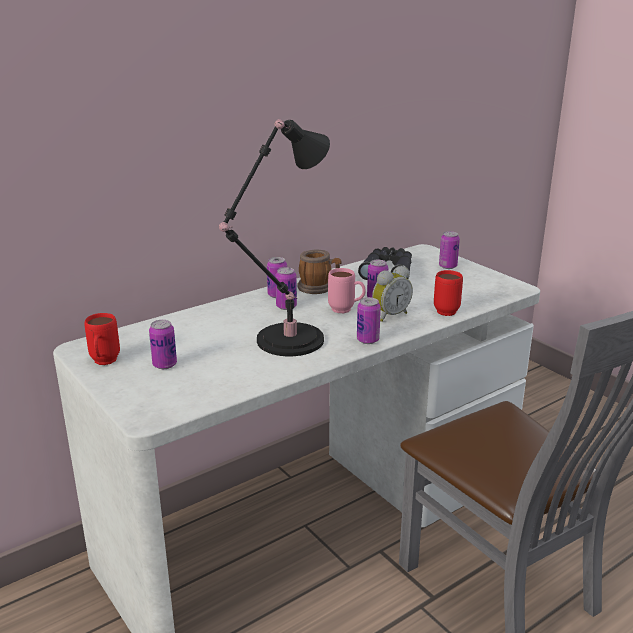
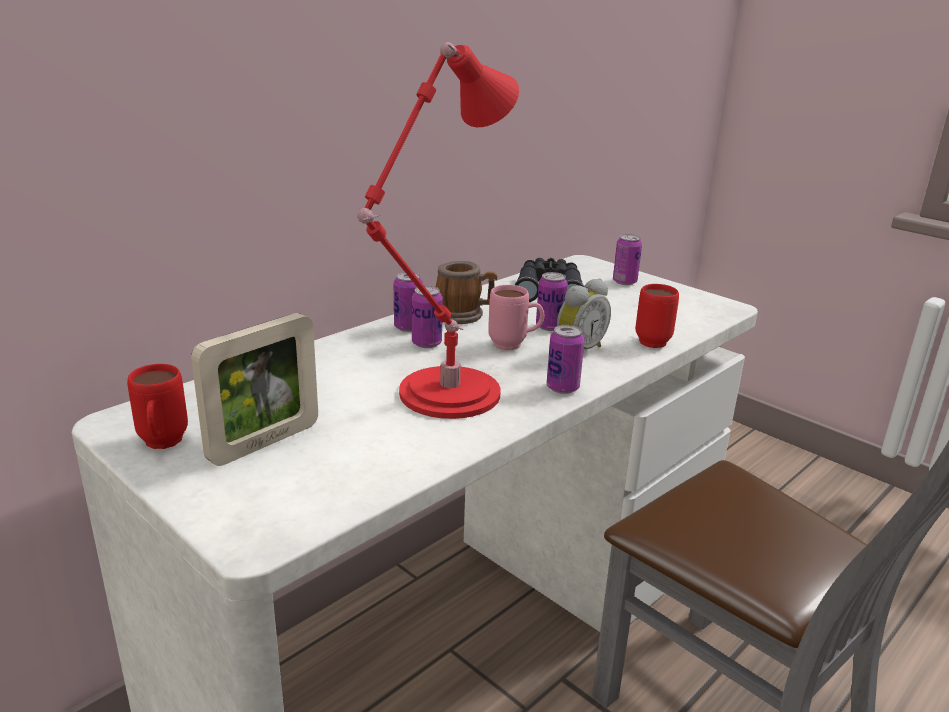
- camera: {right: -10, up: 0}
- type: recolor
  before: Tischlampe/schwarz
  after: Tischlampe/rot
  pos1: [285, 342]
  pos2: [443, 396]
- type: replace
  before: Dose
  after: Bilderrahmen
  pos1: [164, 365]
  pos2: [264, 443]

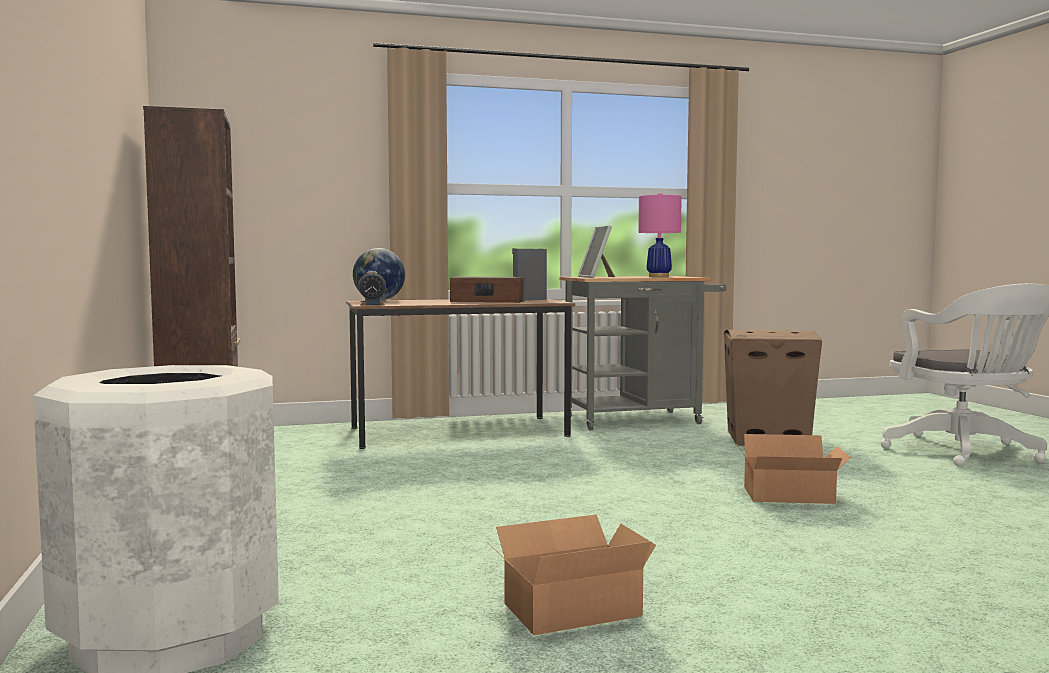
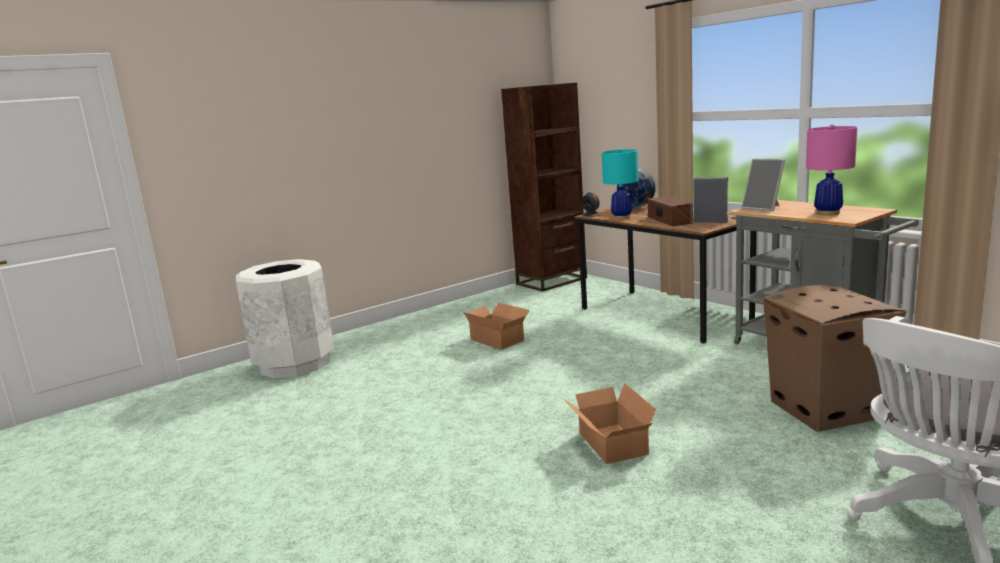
- camera: {right: 70, up: 10}
- type: rotate
  before: Bilderrahmen
  pos1: [597, 277]
  pos2: [764, 208]
  turn: -90
- type: move
  before: Karton
  pos1: [567, 608]
  pos2: [498, 339]
- type: insert
  after: Tischlampe/türkis
  pos2: [621, 217]

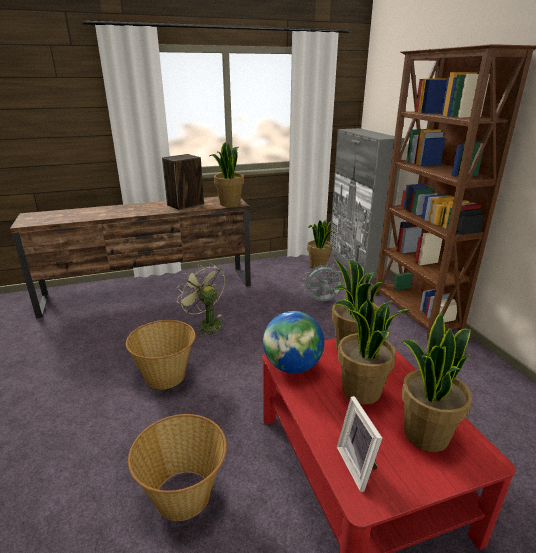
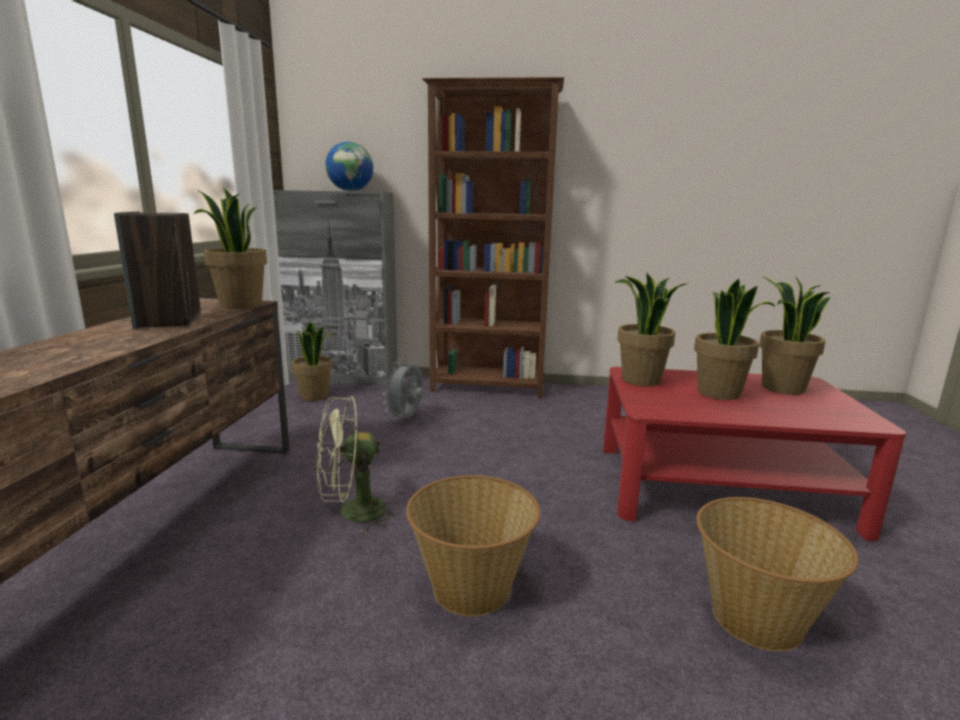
- camera: {right: -65, up: -10}
- type: move
  before: Globus
  pos1: [292, 366]
  pos2: [350, 191]
- type: delete
  before: Bilderrahmen
  pos1: [359, 466]

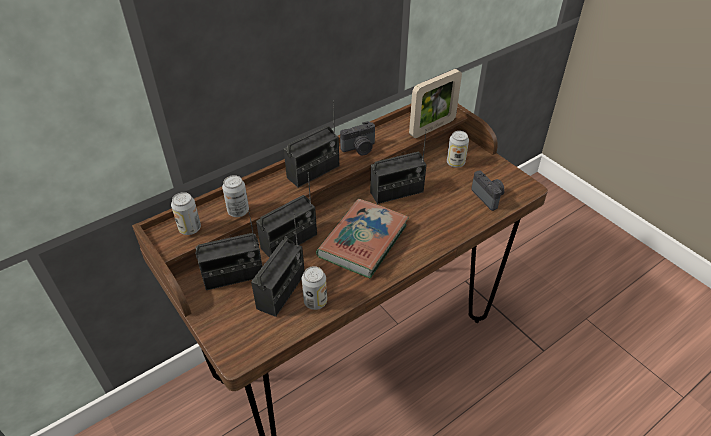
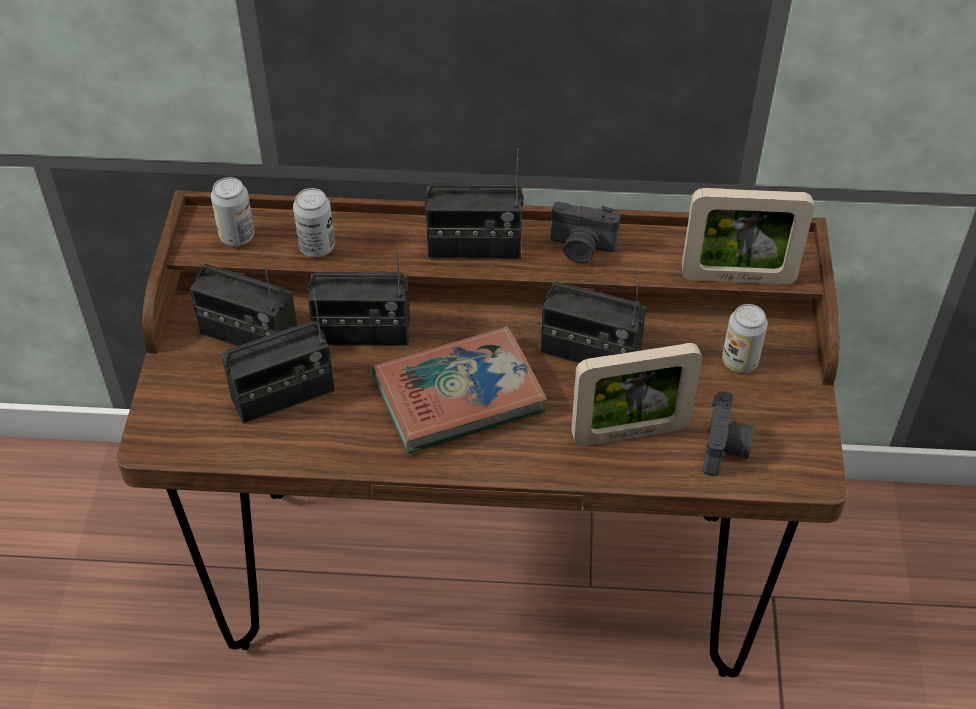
- camera: {right: 40, up: 5}
- type: delete
  before: Dose
  pos1: [315, 302]
- type: insert
  after: Bilderrahmen
  pos2: [630, 433]

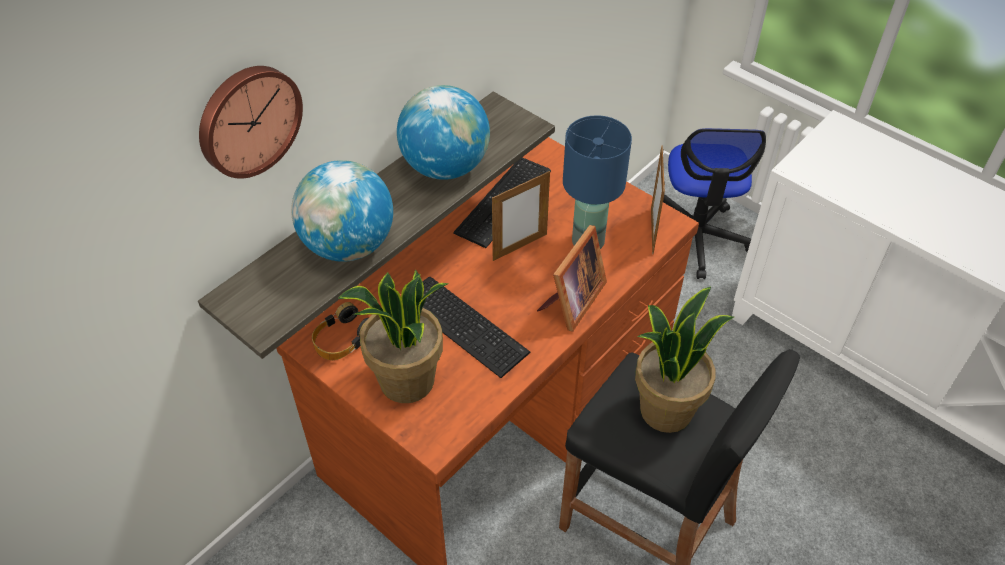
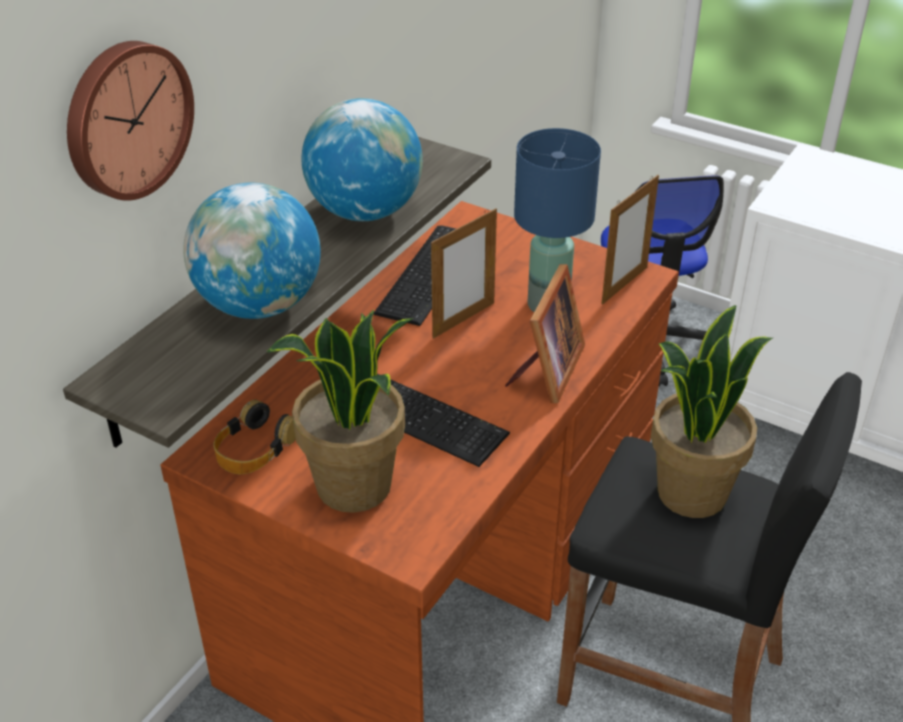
- camera: {right: -10, up: -10}
- type: rotate
  before: Bilderrahmen
  pos1: [652, 230]
  pos2: [624, 285]
  turn: -135

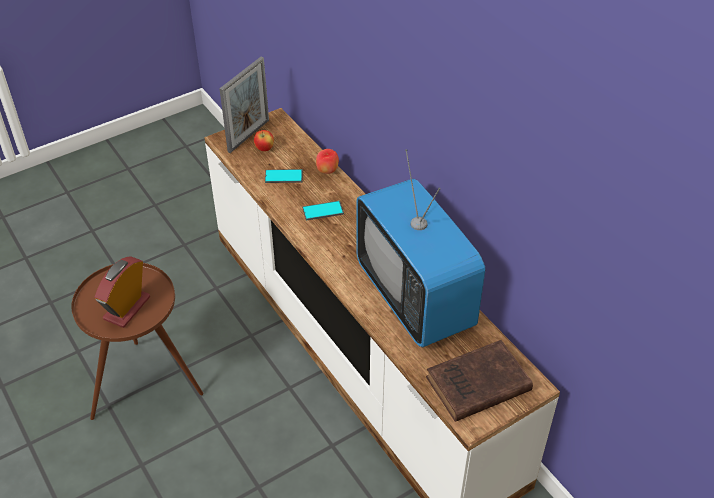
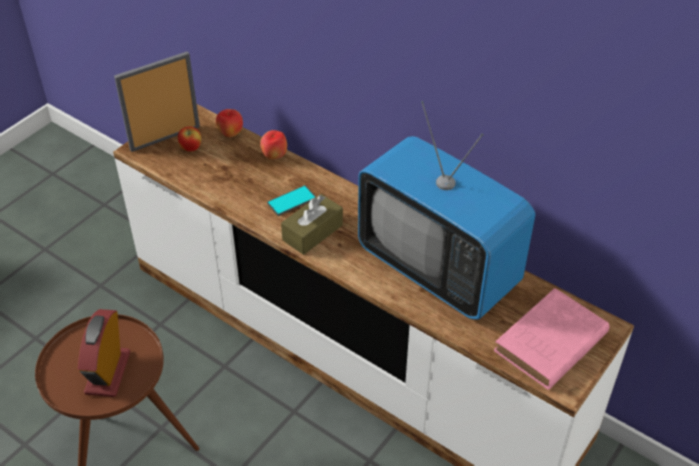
- camera: {right: -20, up: 0}
- type: rotate
  before: Bilderrahmen
  pos1: [248, 135]
  pos2: [165, 138]
  turn: -135
- type: delete
  before: Handy
  pos1: [284, 176]
- type: recolor
  before: Buch/braun
  after: Buch/rosa
  pos1: [475, 385]
  pos2: [548, 344]
- type: insert
  after: Apfel
  pos2: [230, 134]
- type: insert
  after: Taschentuchbox/braun
  pos2: [312, 232]

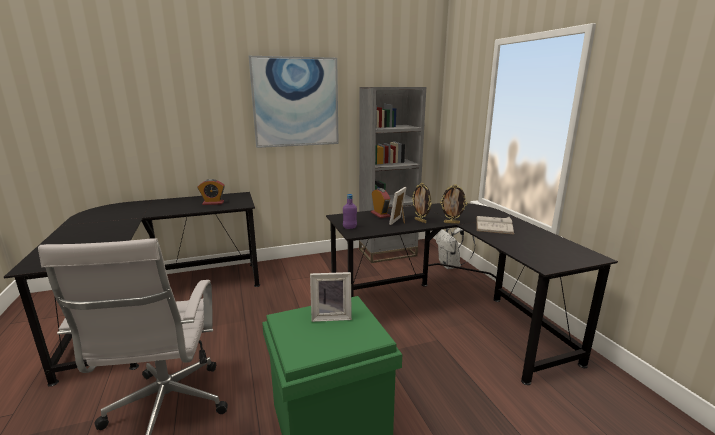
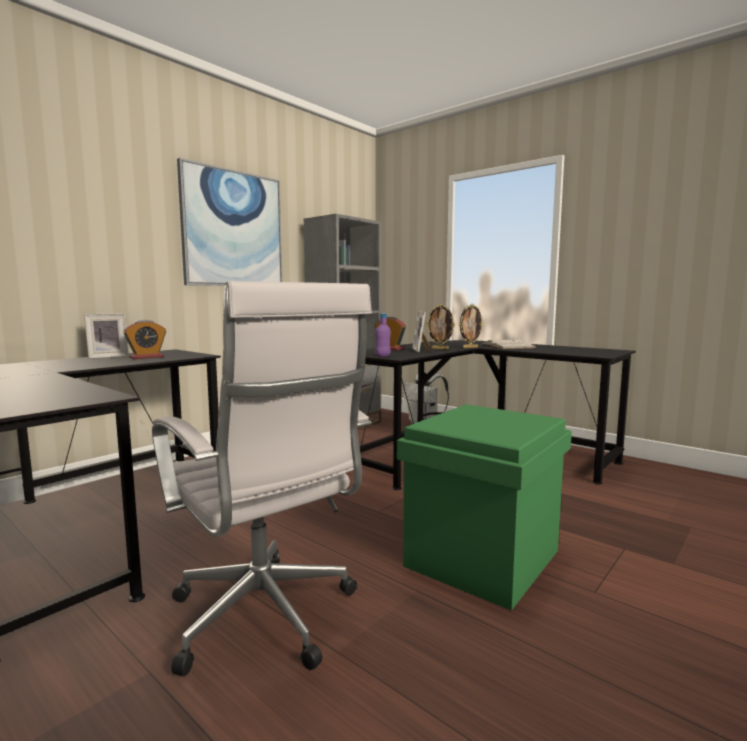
- camera: {right: -30, up: -10}
- type: move
  before: Bilderrahmen
  pos1: [331, 316]
  pos2: [108, 357]

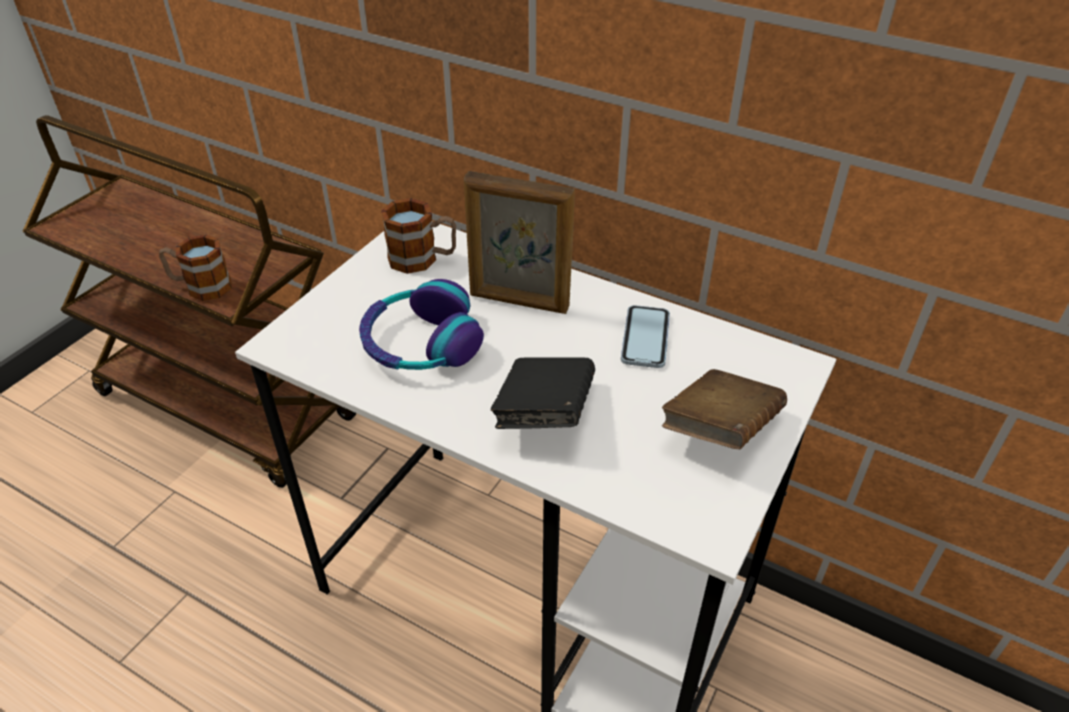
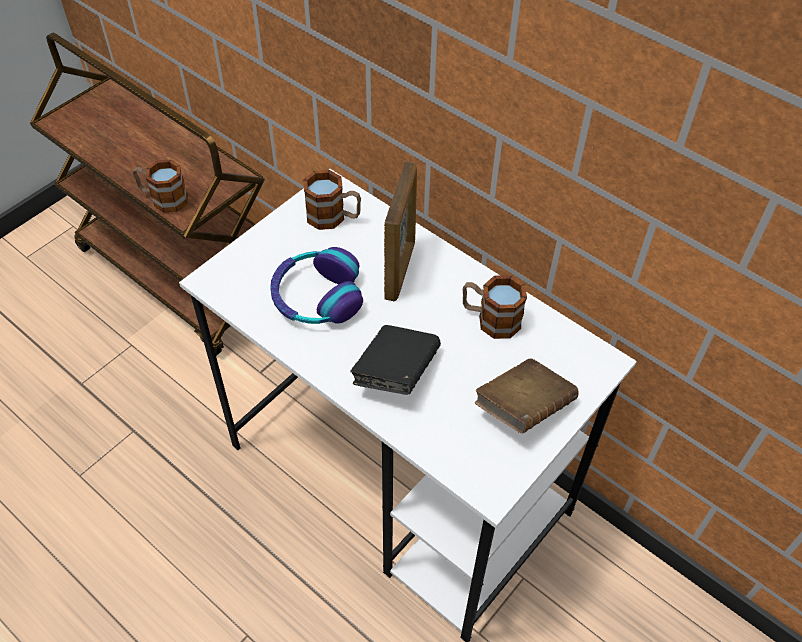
- camera: {right: 10, up: 10}
- type: rotate
  before: Bilderrahmen
  pos1: [519, 302]
  pos2: [400, 270]
  turn: -105
- type: replace
  before: Handy
  after: Henkelbecher
  pos1: [645, 338]
  pos2: [490, 319]

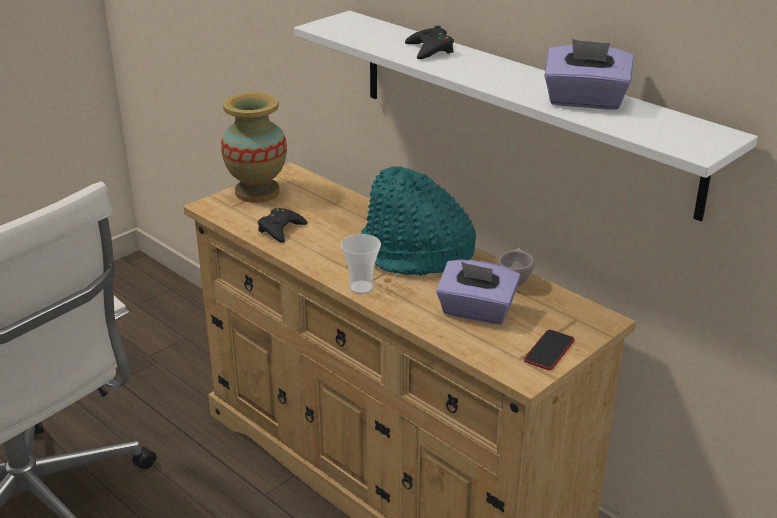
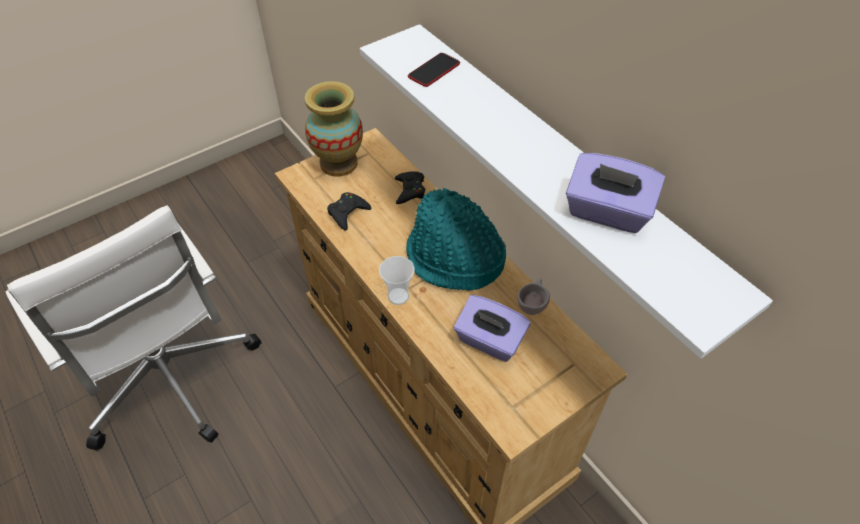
- camera: {right: 10, up: 20}
- type: move
  before: Gamepad/schwarz
  pos1: [430, 50]
  pos2: [410, 190]
- type: move
  before: Handy
  pos1: [549, 351]
  pos2: [434, 70]

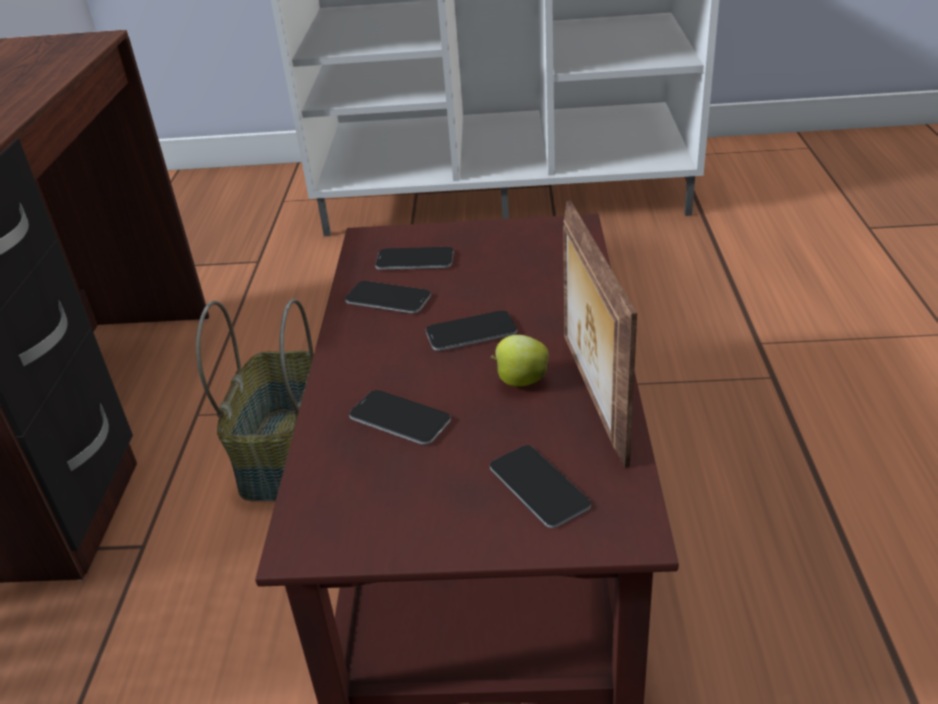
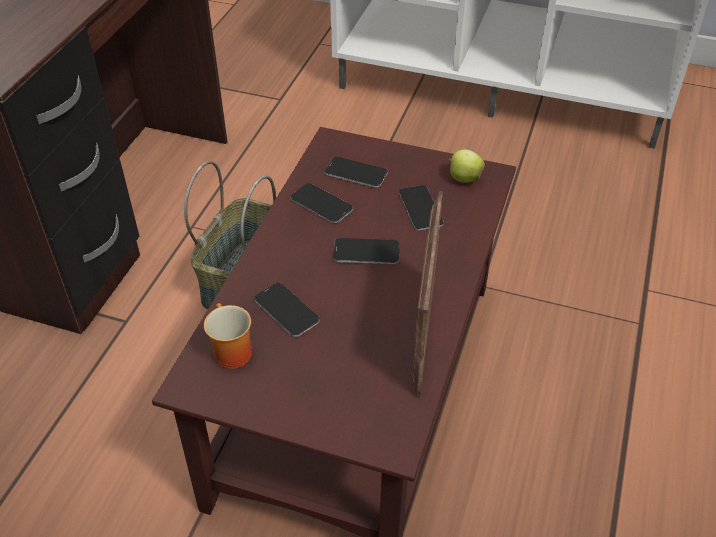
- camera: {right: 15, up: 10}
- type: move
  before: Apfel
  pos1: [520, 381]
  pos2: [464, 178]
- type: move
  before: Handy
  pos1: [538, 486]
  pos2: [420, 208]
- type: insert
  after: Henkelbecher
  pos2: [229, 352]

